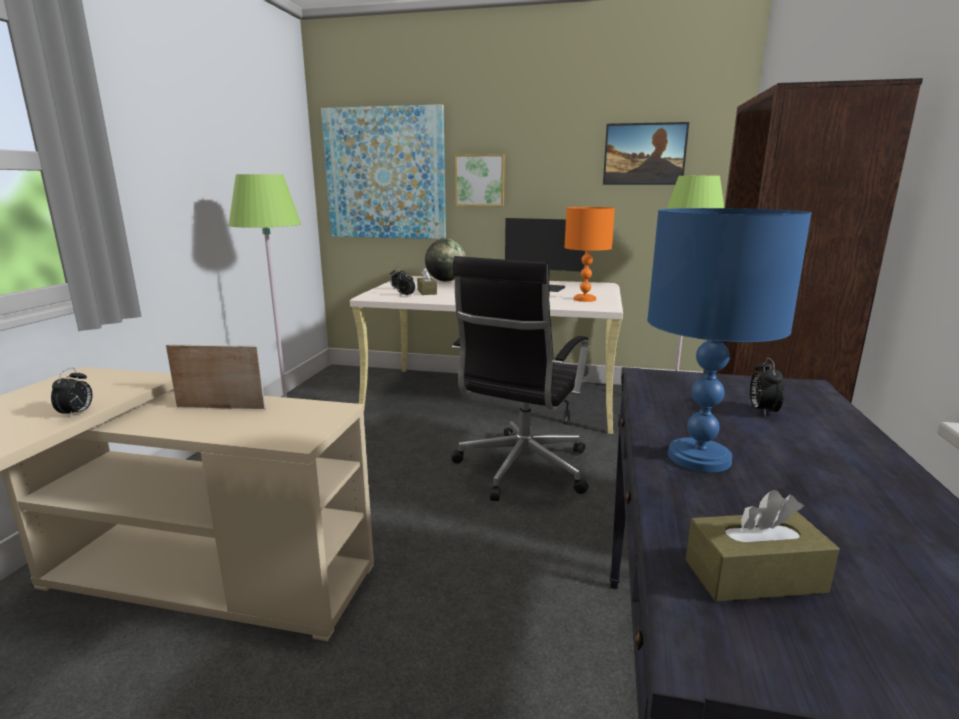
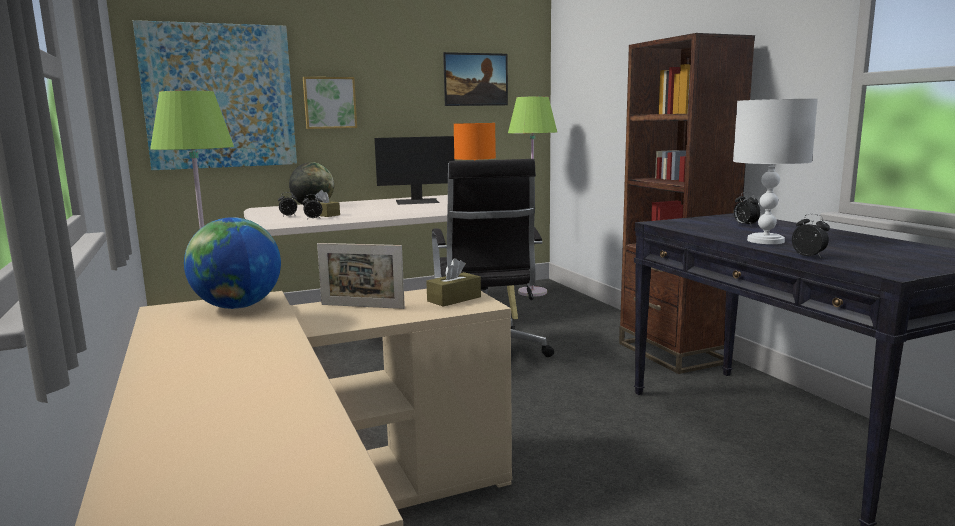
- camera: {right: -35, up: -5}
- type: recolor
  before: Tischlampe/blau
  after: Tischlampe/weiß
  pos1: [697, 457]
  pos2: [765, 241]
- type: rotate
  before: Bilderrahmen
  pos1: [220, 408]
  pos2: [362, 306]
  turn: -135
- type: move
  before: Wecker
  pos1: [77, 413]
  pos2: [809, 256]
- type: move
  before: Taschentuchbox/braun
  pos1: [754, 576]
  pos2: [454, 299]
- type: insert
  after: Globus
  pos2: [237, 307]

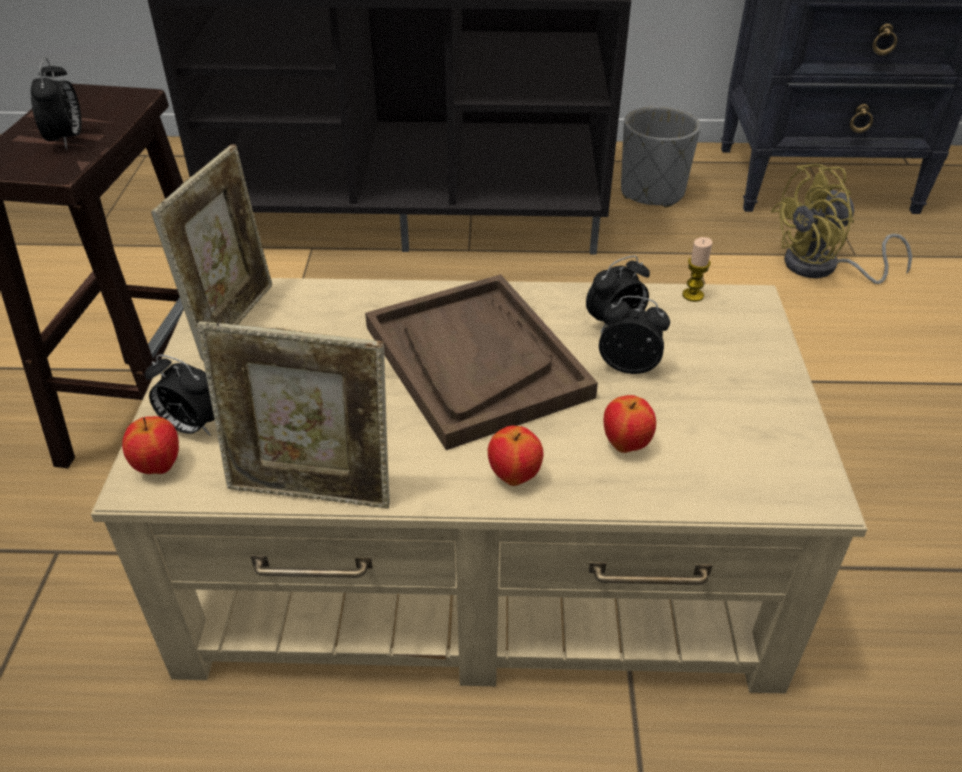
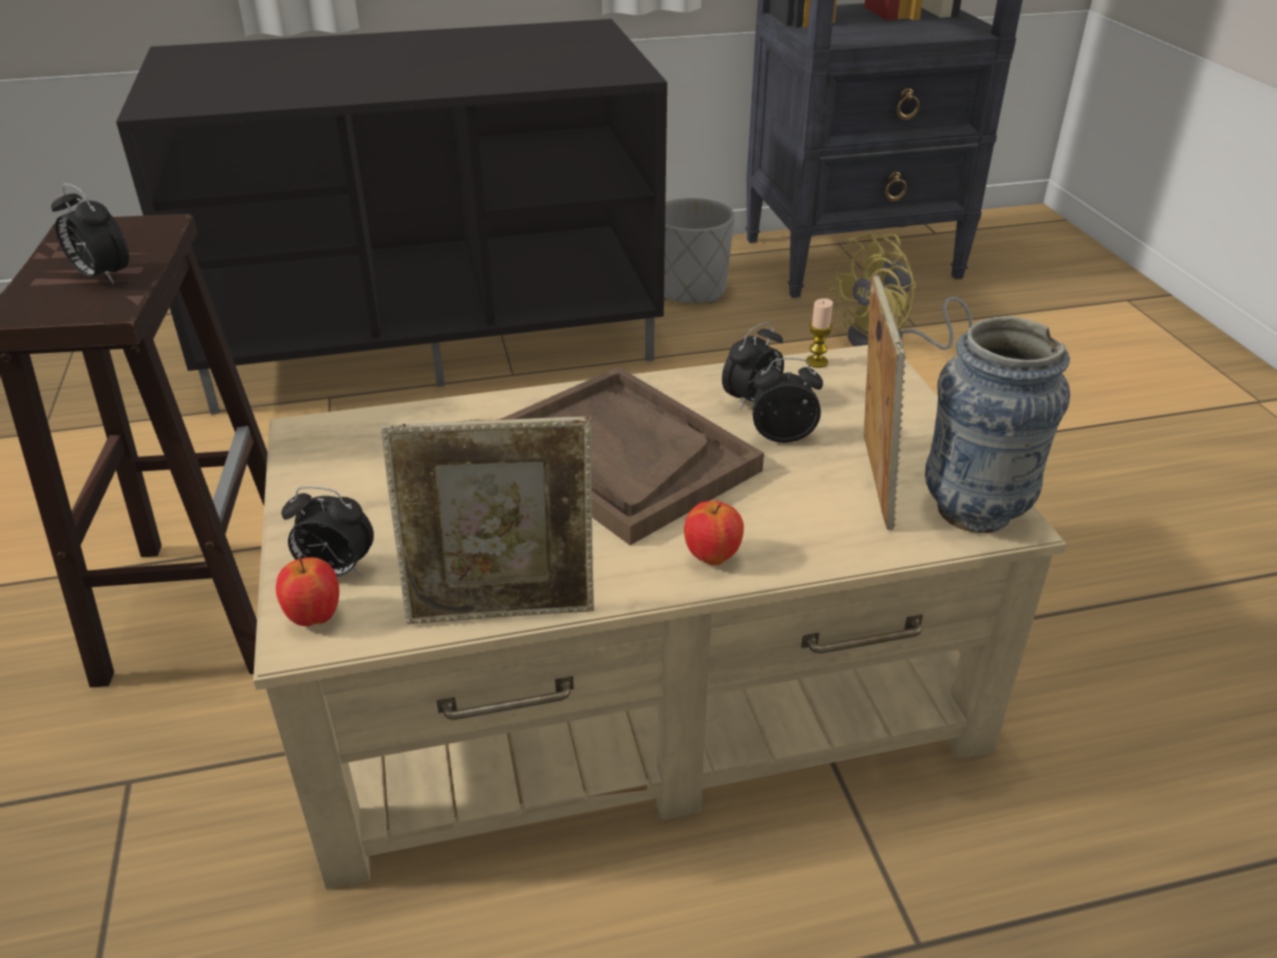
- camera: {right: -15, up: -5}
- type: rotate
  before: Wecker
  pos1: [67, 140]
  pos2: [102, 276]
  turn: 150
- type: move
  before: Bilderrahmen
  pos1: [234, 319]
  pos2: [870, 480]
- type: delete
  before: Apfel
  pos1: [626, 445]
- type: insert
  after: Vase
  pos2: [974, 511]

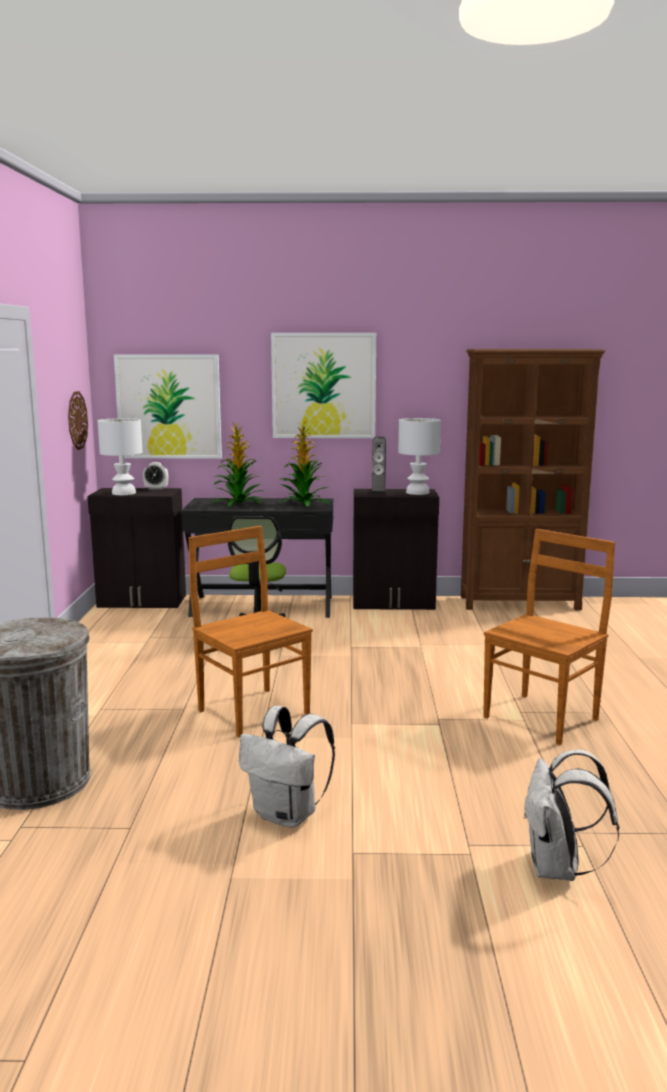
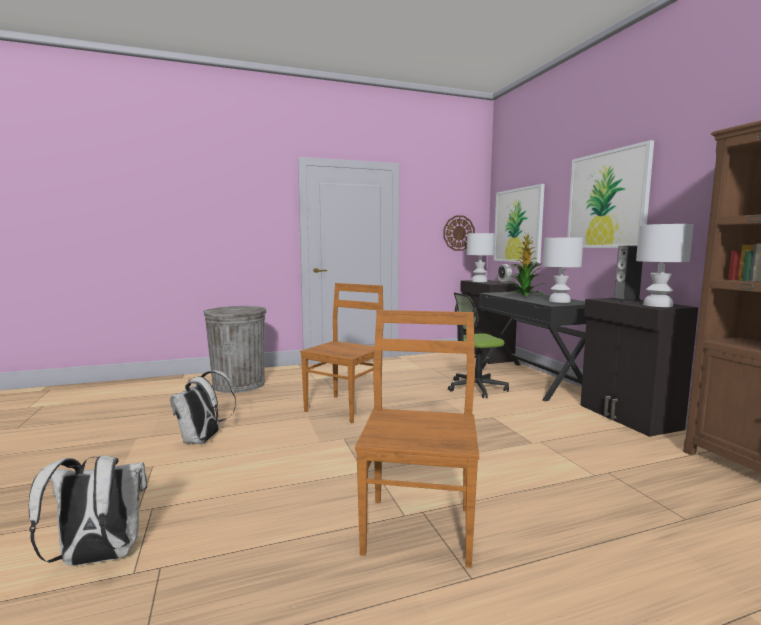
- camera: {right: 70, up: -5}
- type: replace
  before: Topfpflanze
  after: Tischlampe/weiß
  pos1: [303, 503]
  pos2: [560, 301]
- type: rotate
  before: Stuhl/braun
  pos1: [542, 717]
  pos2: [419, 527]
  turn: -105

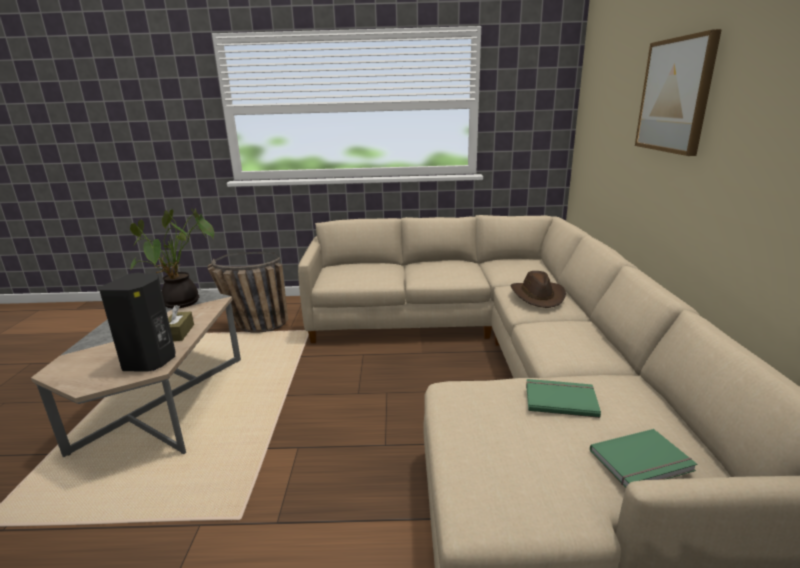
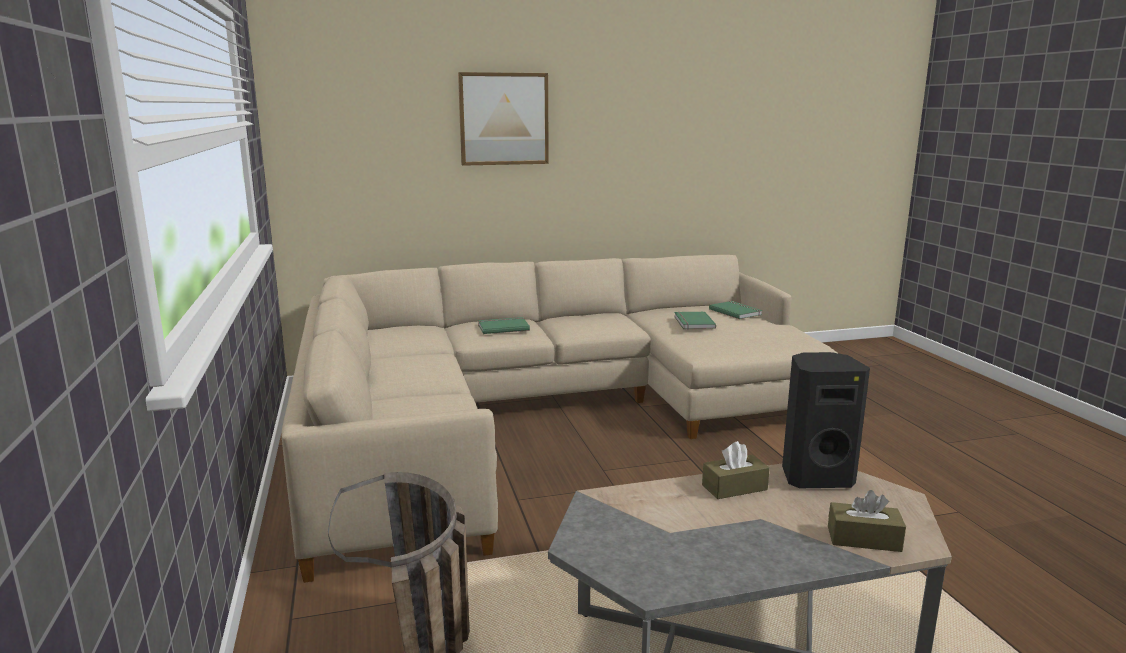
- camera: {right: -105, up: -5}
- type: delete
  before: Topfpflanze
  pos1: [182, 303]
- type: replace
  before: Hut/braun
  after: Buch/grün
  pos1: [538, 296]
  pos2: [503, 327]
- type: insert
  after: Taschentuchbox/braun
  pos2: [863, 539]

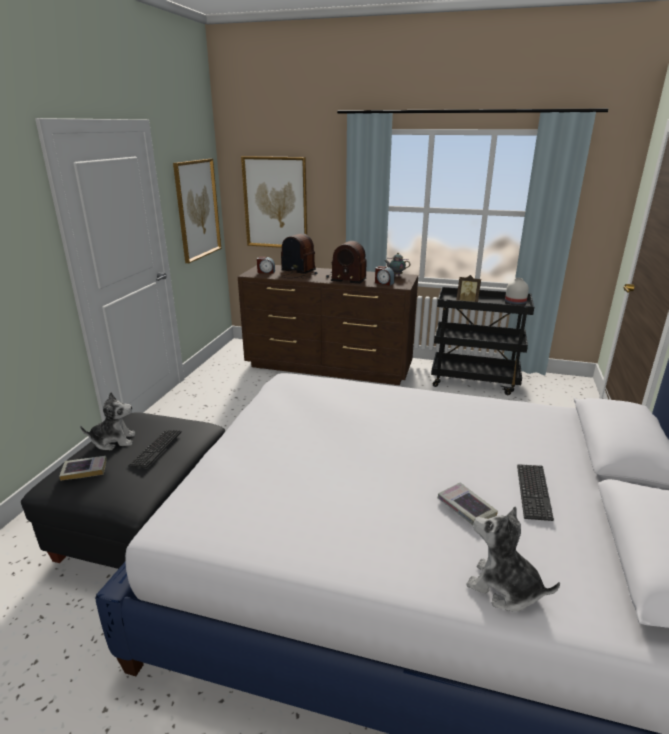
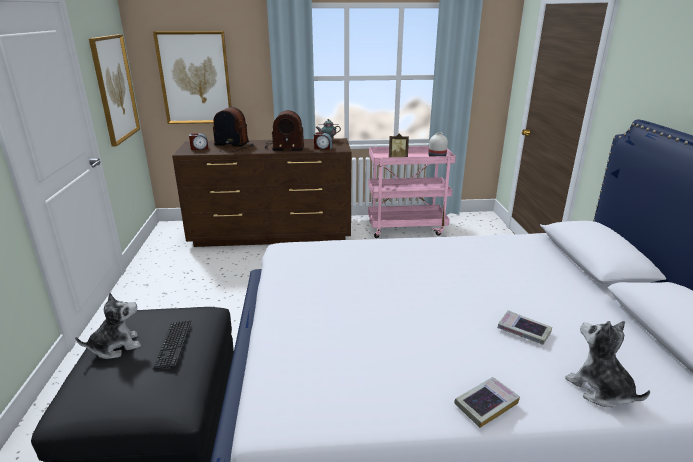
- camera: {right: -20, up: 0}
- type: recolor
  before: Rollwagen/schwarz
  after: Rollwagen/rosa
  pos1: [475, 381]
  pos2: [406, 228]
- type: move
  before: Buch
  pos1: [84, 470]
  pos2: [486, 404]
- type: delete
  before: Tastatur
  pos1: [533, 492]
- type: rotate
  before: Plüschtier
  pos1: [503, 588]
  pos2: [599, 389]
  turn: 45

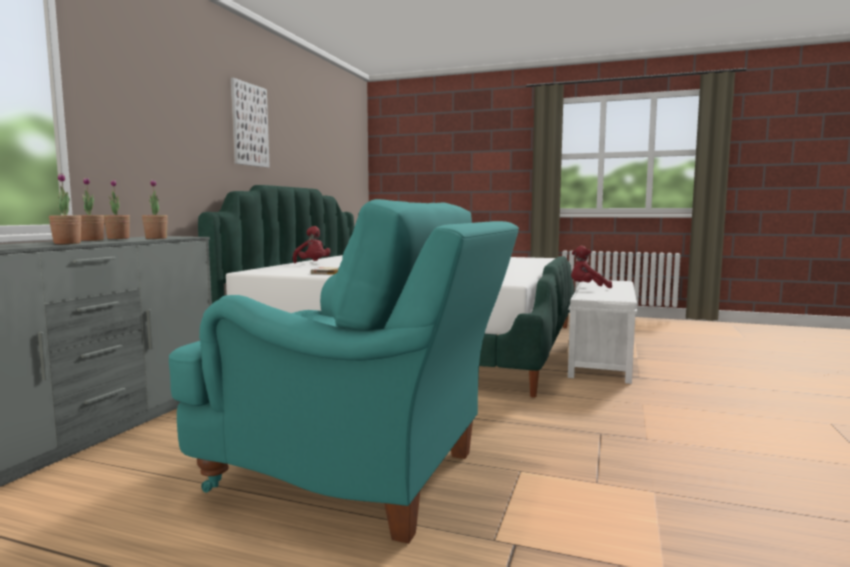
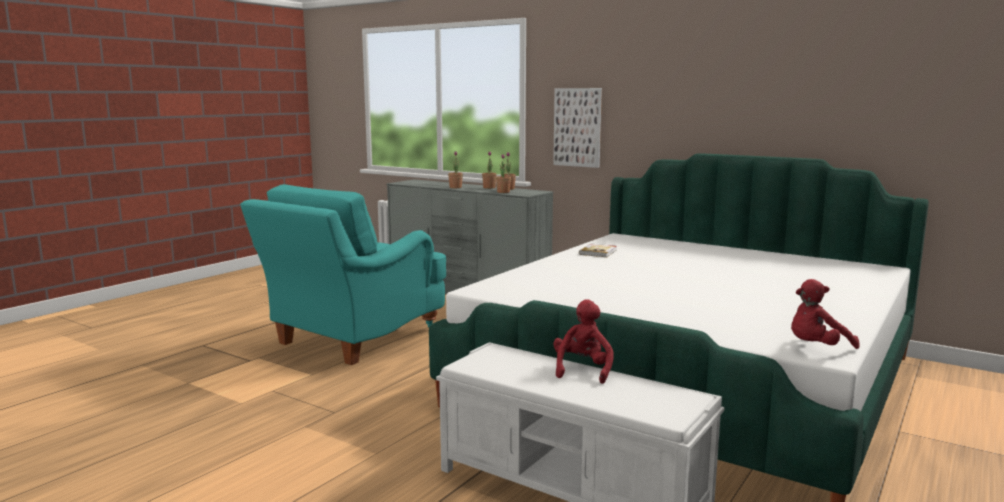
- camera: {right: 105, up: 5}
- type: move
  before: Bild
  pos1: [249, 125]
  pos2: [577, 127]
- type: move
  before: Plüschtier/rot
  pos1: [312, 263]
  pos2: [816, 348]

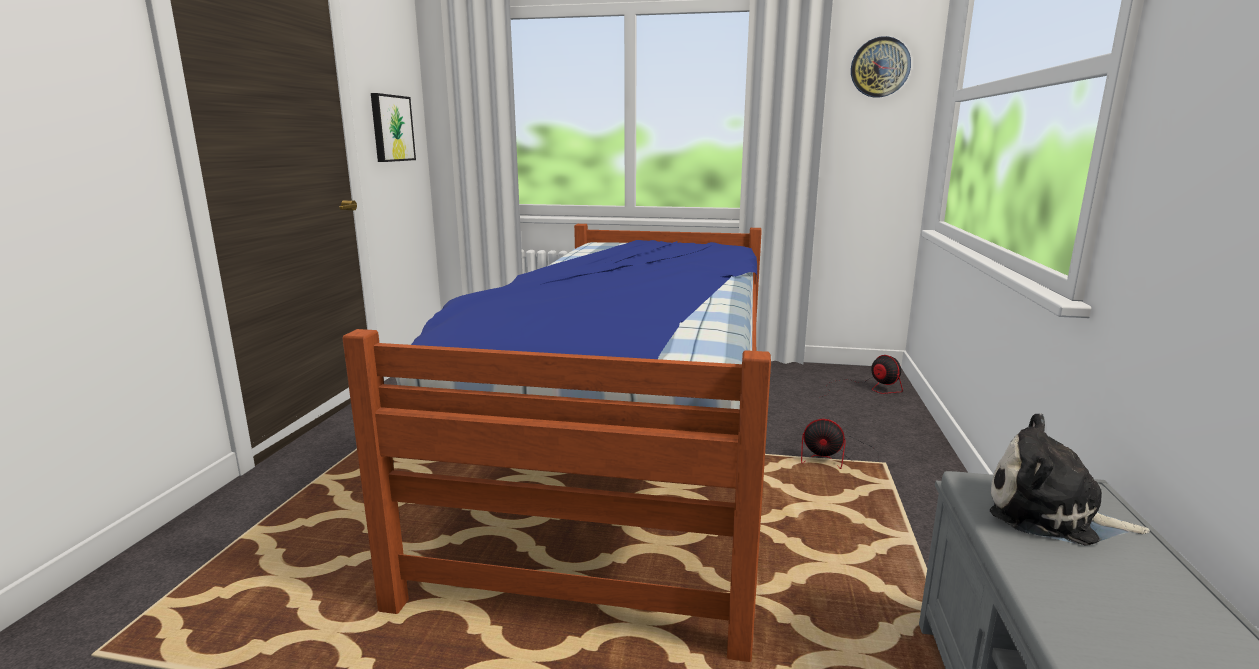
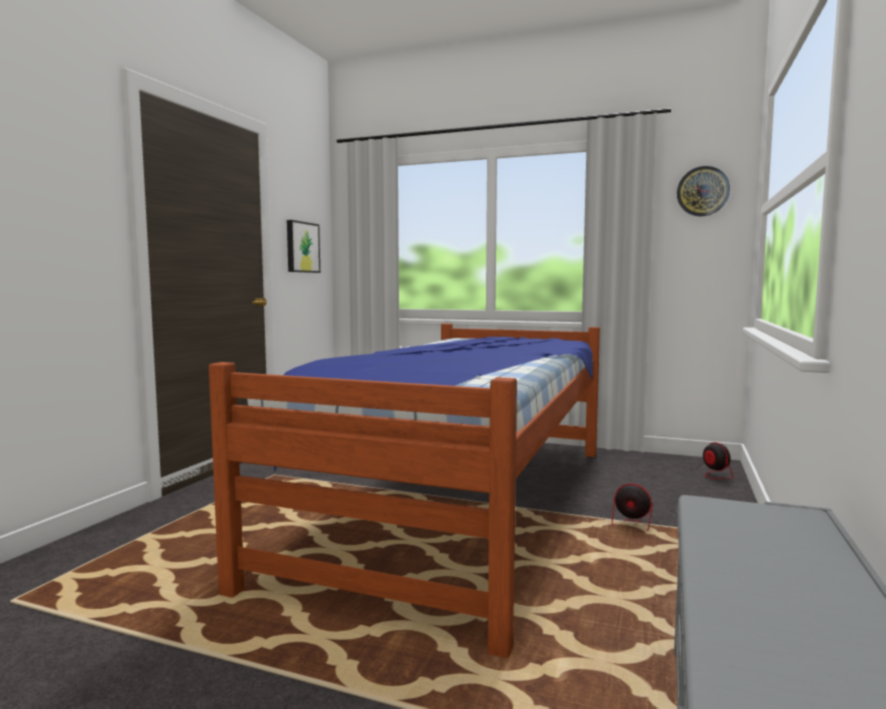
- camera: {right: 10, up: -10}
- type: delete
  before: Plüschtier
  pos1: [1051, 514]

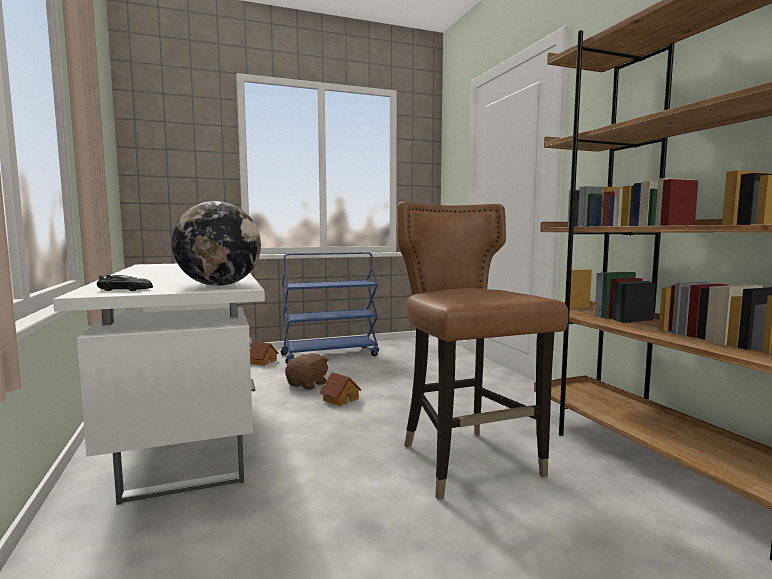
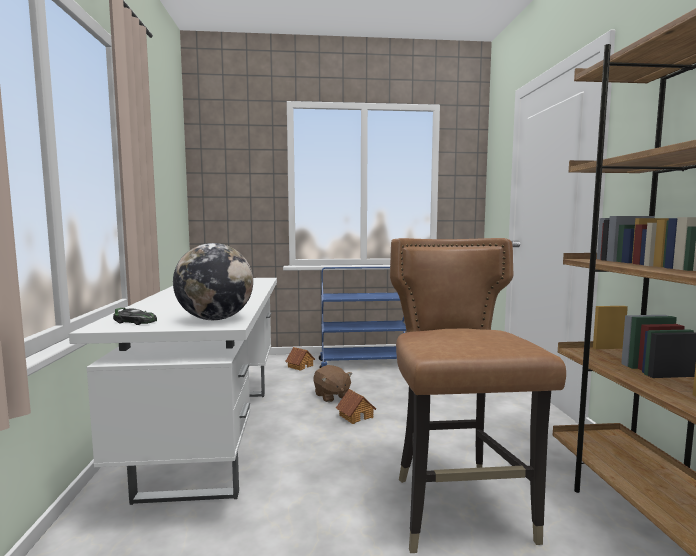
- camera: {right: 15, up: 0}
- type: rotate
  before: Plüschtier/braun
  pos1: [308, 384]
  pos2: [331, 396]
  turn: 105

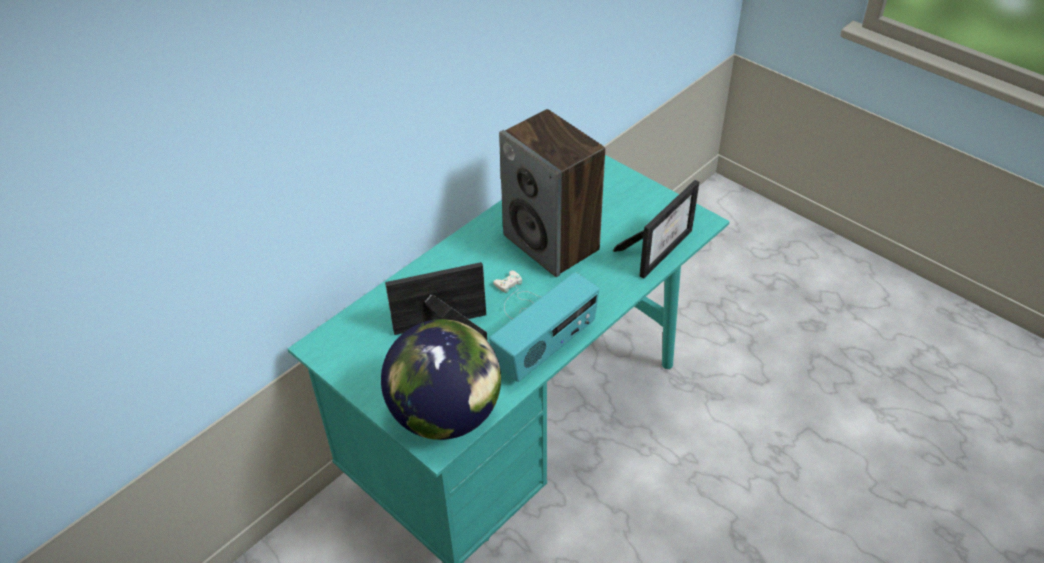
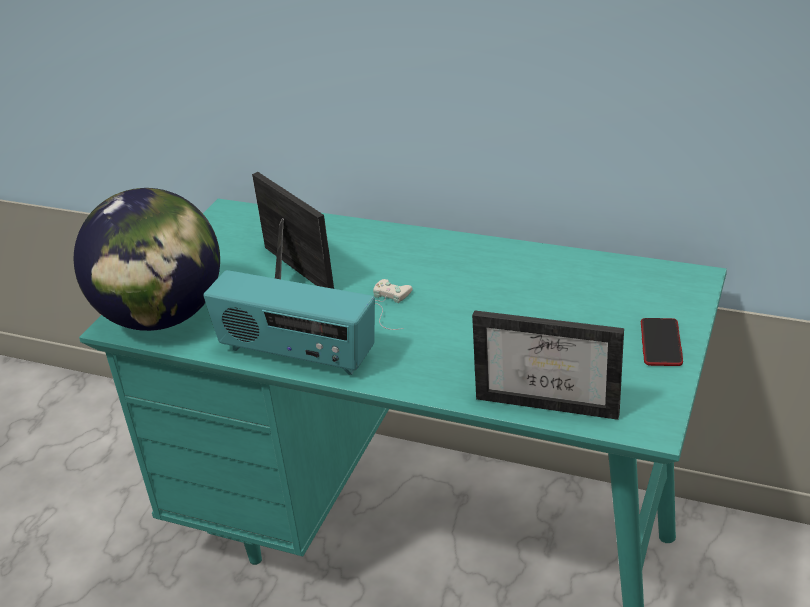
- camera: {right: 70, up: -10}
- type: delete
  before: Lautsprecher
  pos1: [552, 243]
- type: insert
  after: Handy
  pos2: [661, 343]

